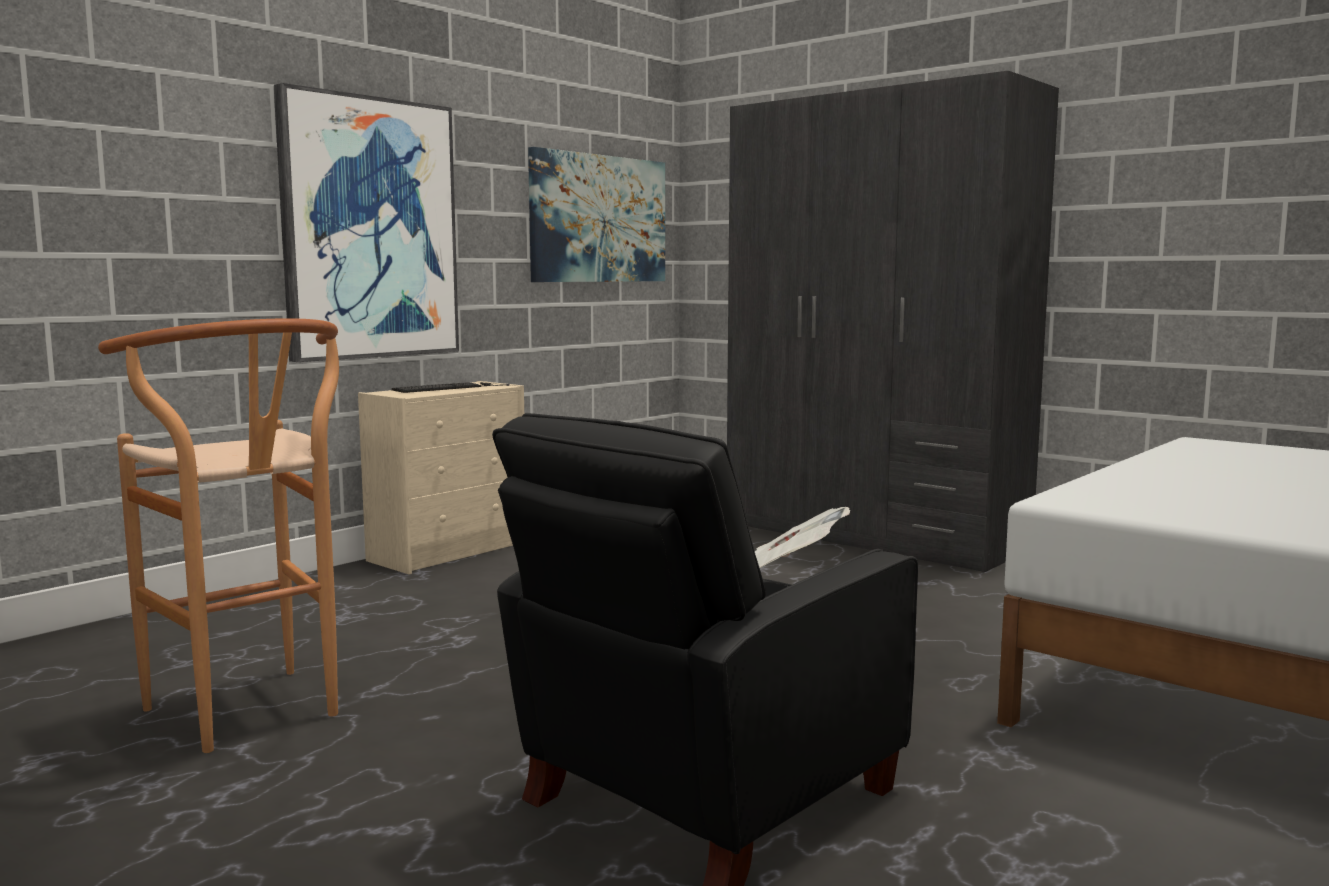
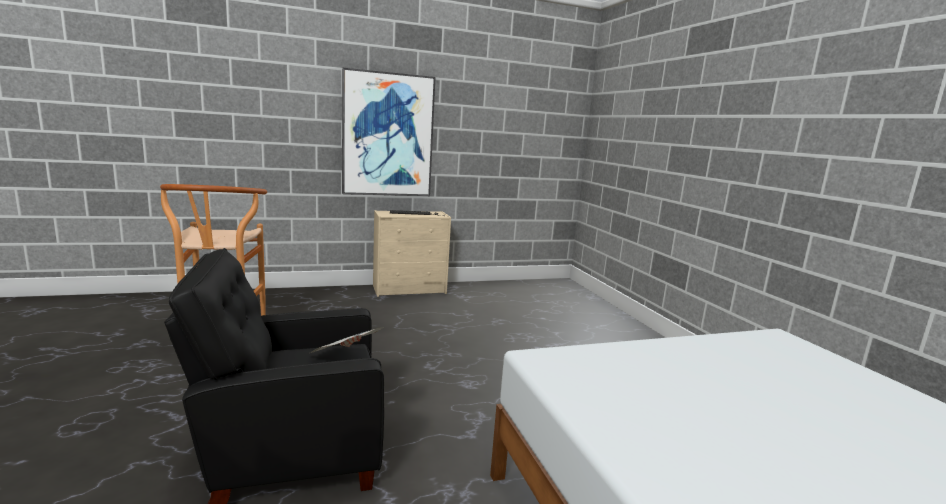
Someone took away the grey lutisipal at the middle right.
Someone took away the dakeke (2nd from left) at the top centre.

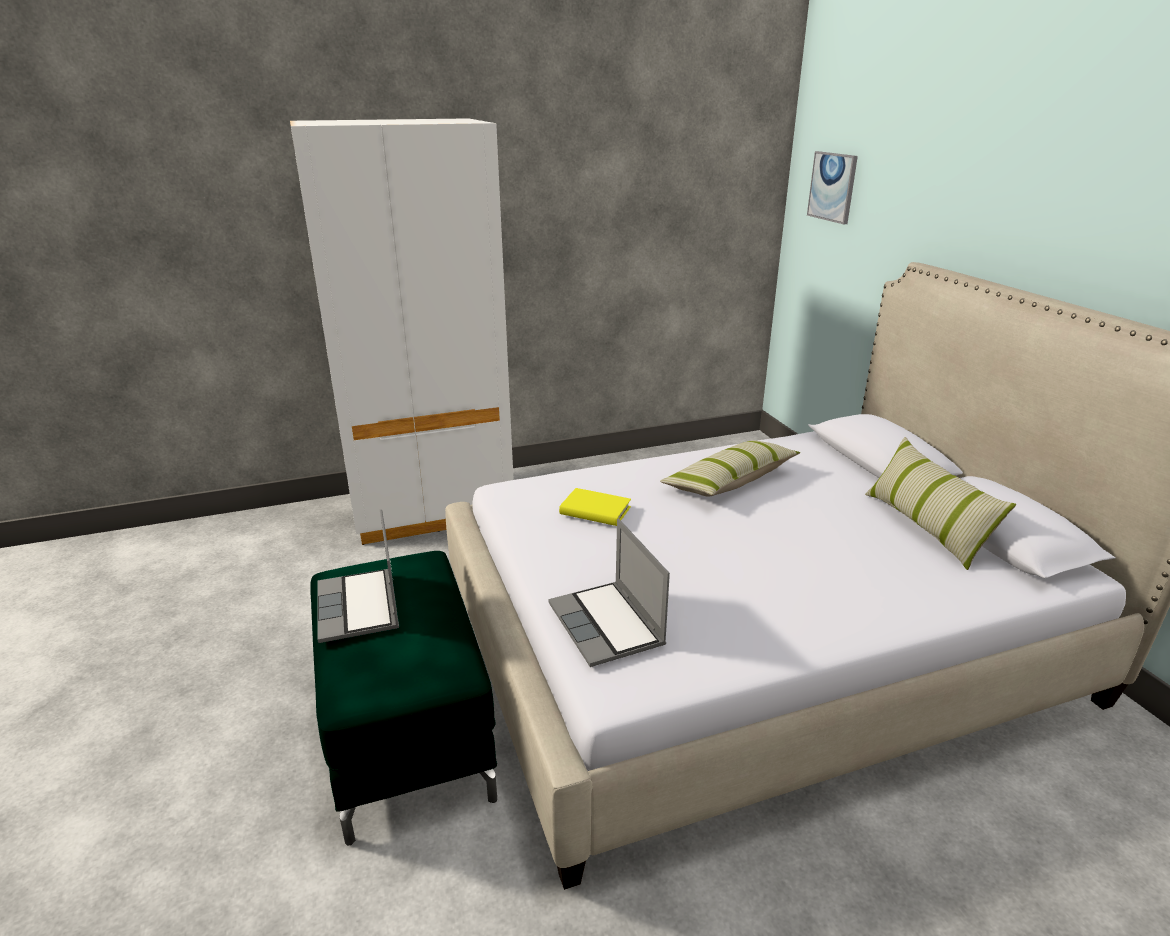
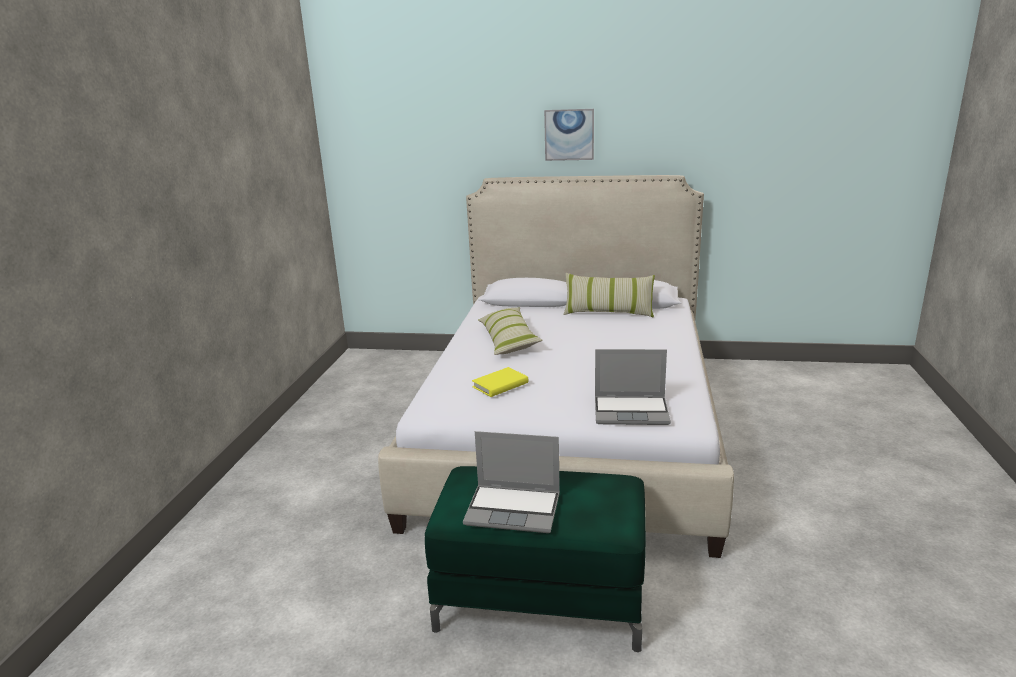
Someone took away the white lutisipal at the centre.
Someone carried the dakeke from the top right to the top centre.

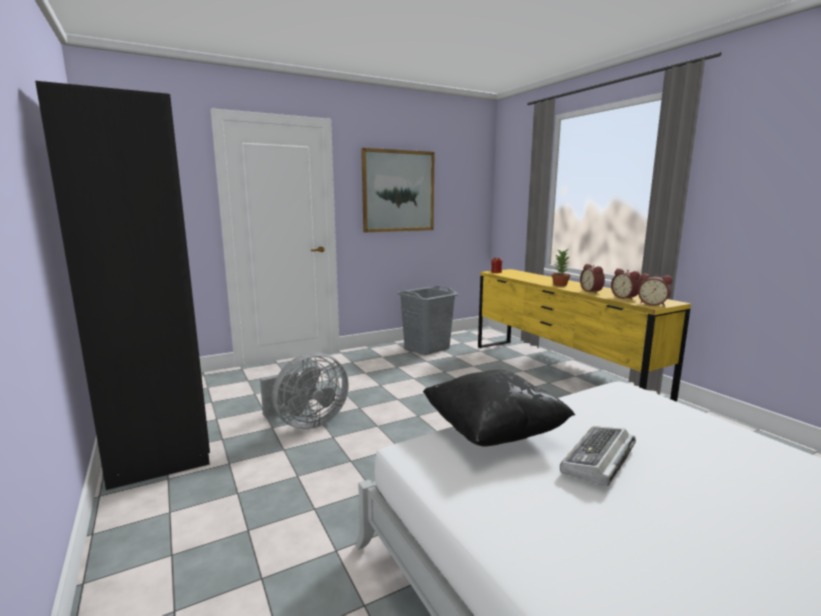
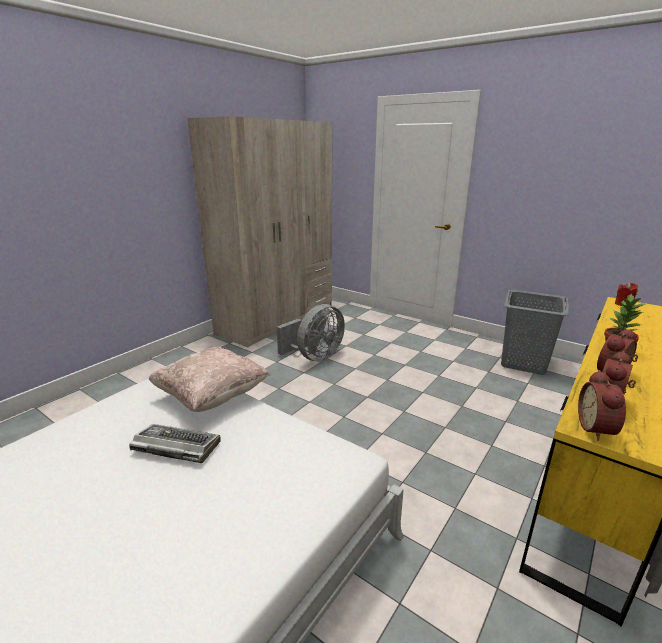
Someone repainted the black lutisipal at the middle left, which became the beige lutisipal at the centre.
Someone took away the dakeke at the top centre.
Someone rotated the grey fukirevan at the centre by 75 degrees counterclockwise.
Someone repainted the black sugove at the centre, which became the beige sugove at the middle left.

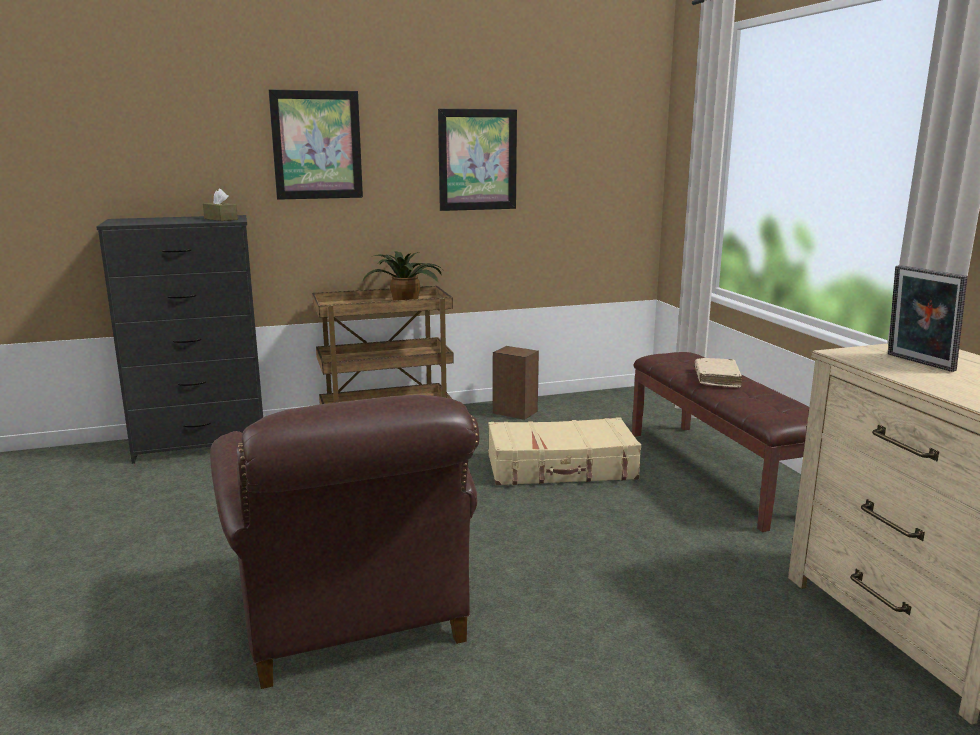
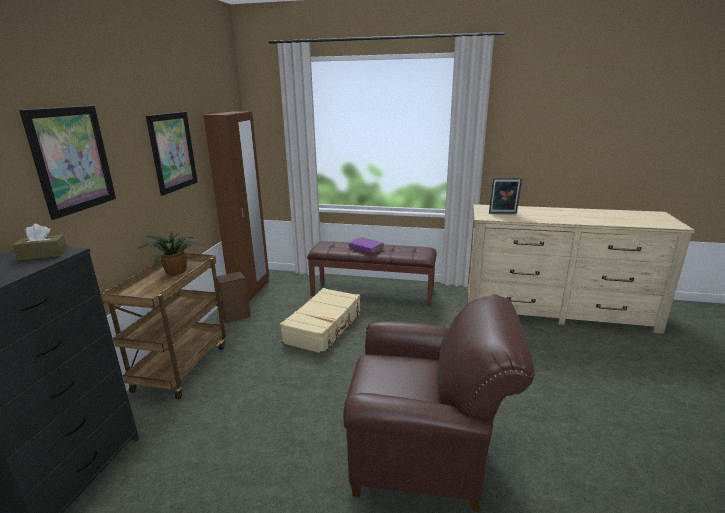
Someone repainted the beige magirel at the middle right, which became the purple magirel at the centre.
Someone put down the brown lutisipal at the middle left.

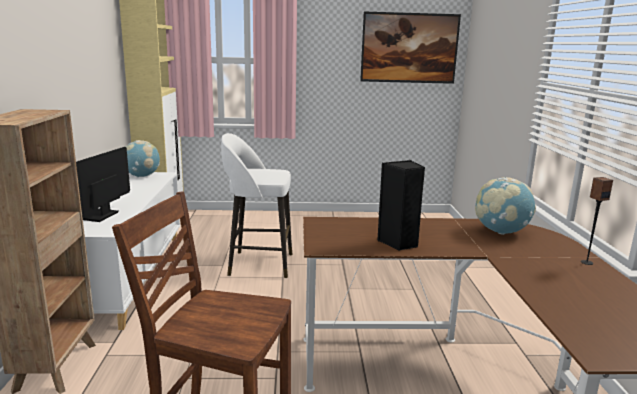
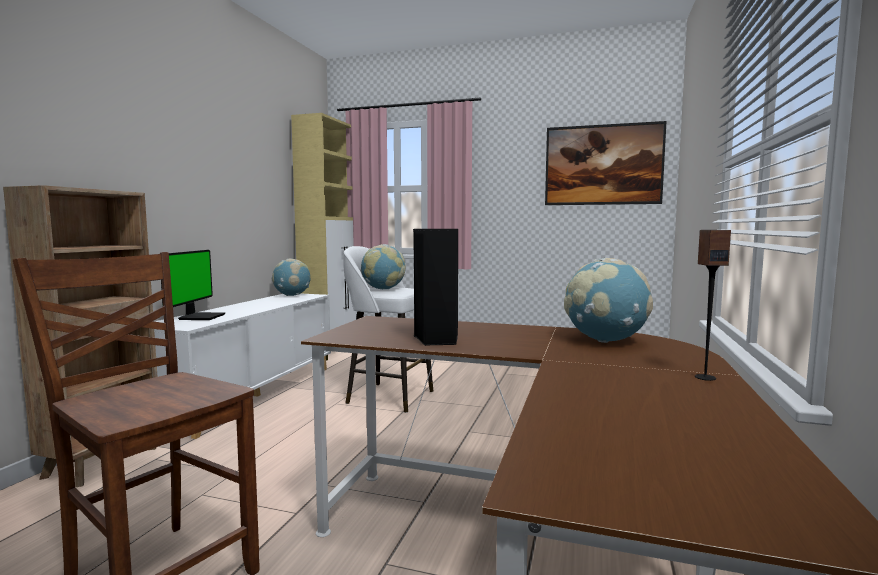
Someone rotated the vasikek at the middle left by 150 degrees clockwise.
Someone put down the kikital (2nd from left) at the centre.

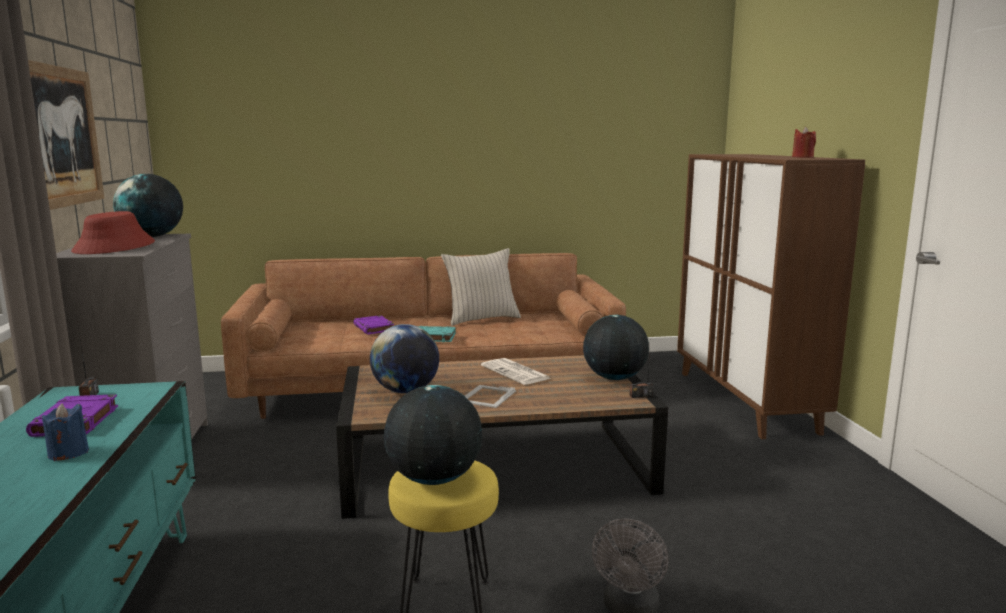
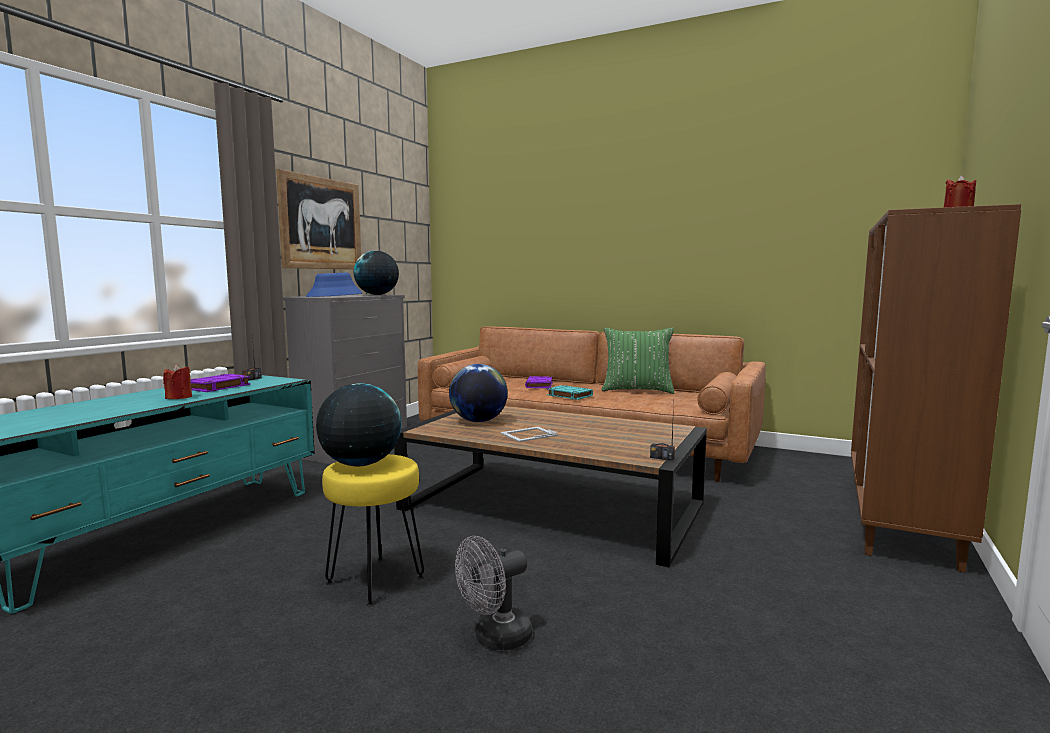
Someone repainted the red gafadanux at the middle left, which became the blue gafadanux at the middle left.
Someone repainted the beige sugove at the centre, which became the green sugove at the centre.
Someone took away the kikital (4th from left) at the centre.
Someone took away the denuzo at the centre.
Someone repainted the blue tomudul at the bottom left, which became the red tomudul (1st from left) at the middle left.

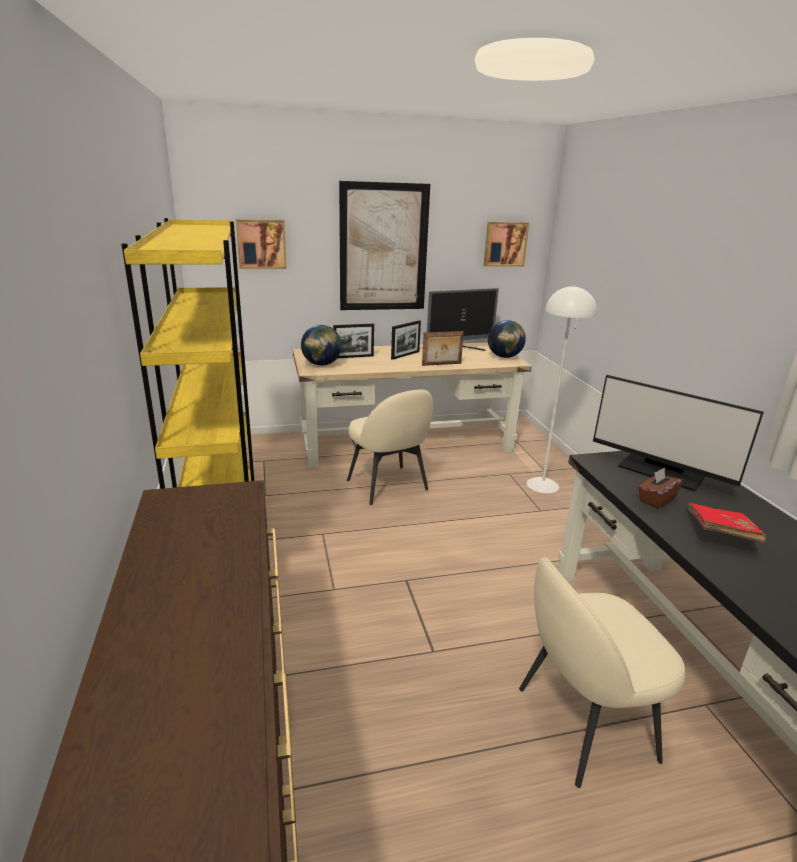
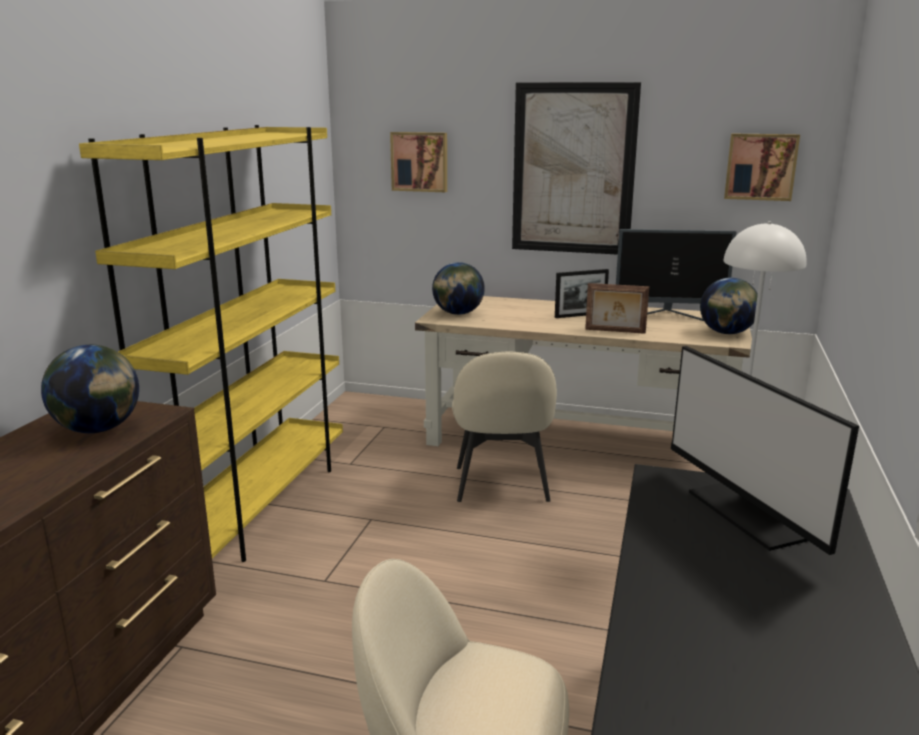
Someone took away the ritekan (1st from left) at the centre.
Someone took away the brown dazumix at the middle right.
Someone took away the red magirel at the middle right.
Someone put down the kikital (1st from left) at the middle left.

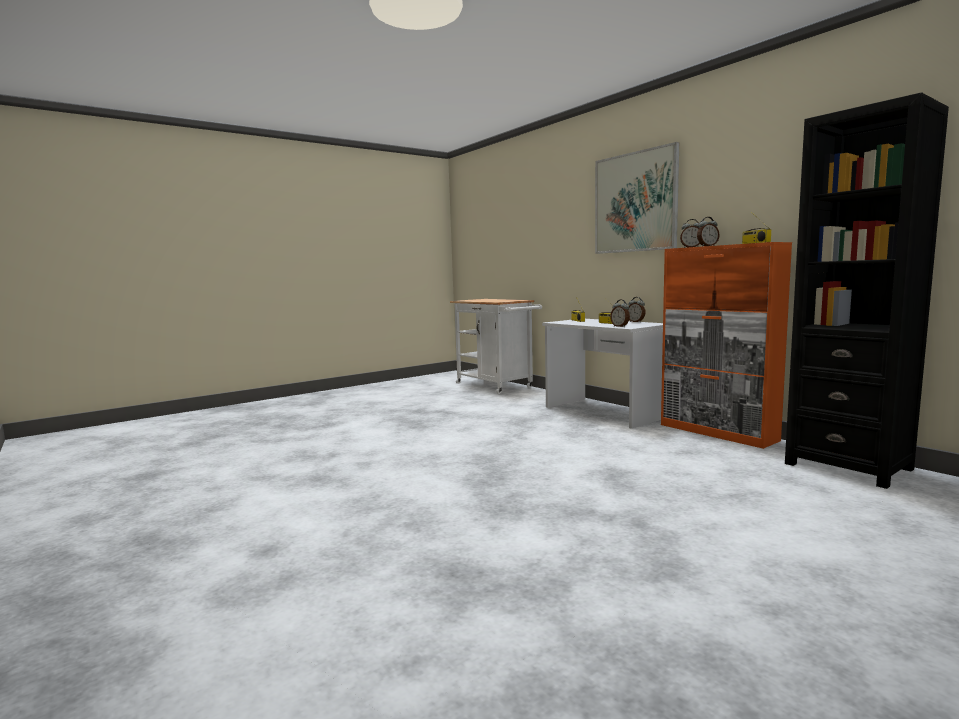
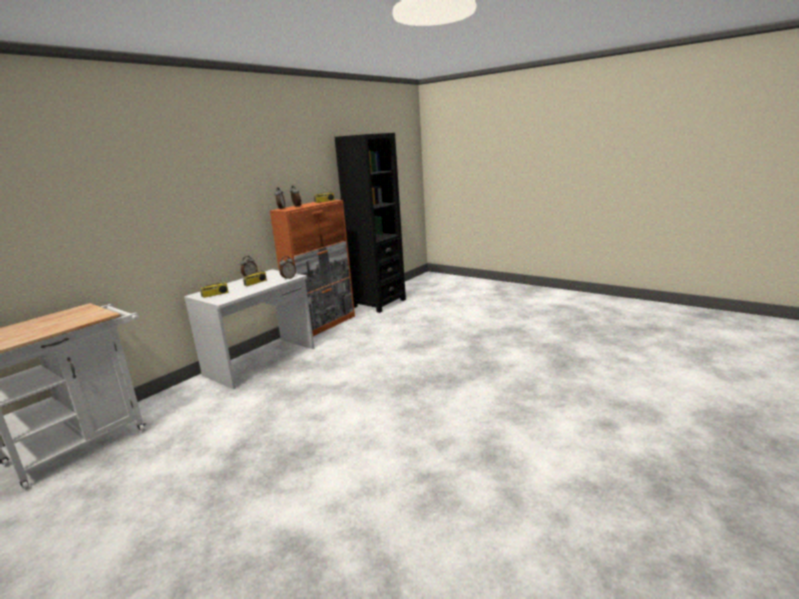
Someone took away the dakeke at the top centre.

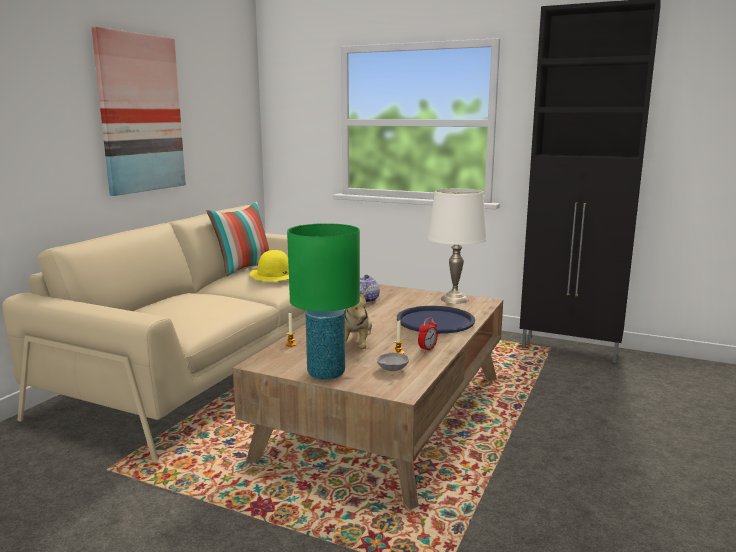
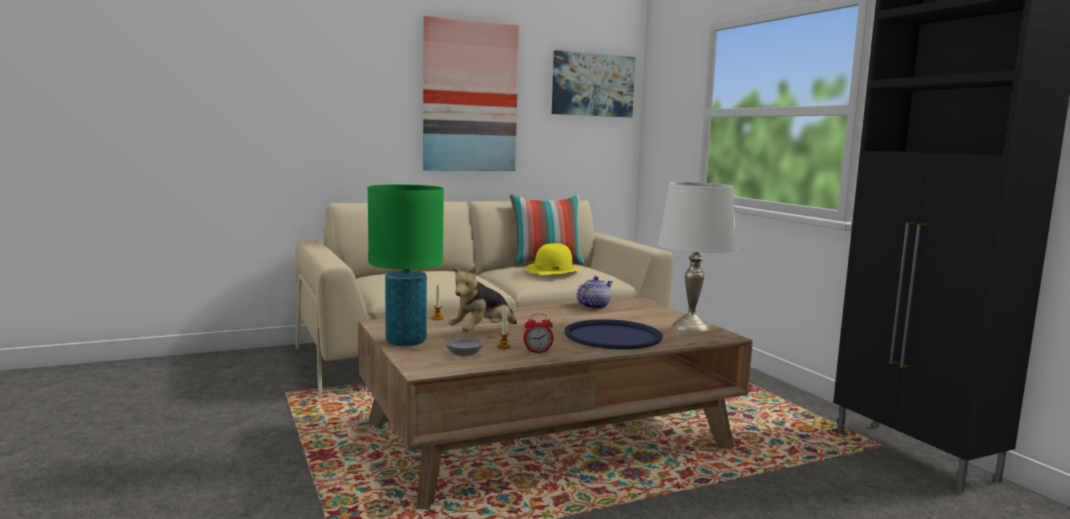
Someone put up the dakeke (2nd from left) at the top centre.

